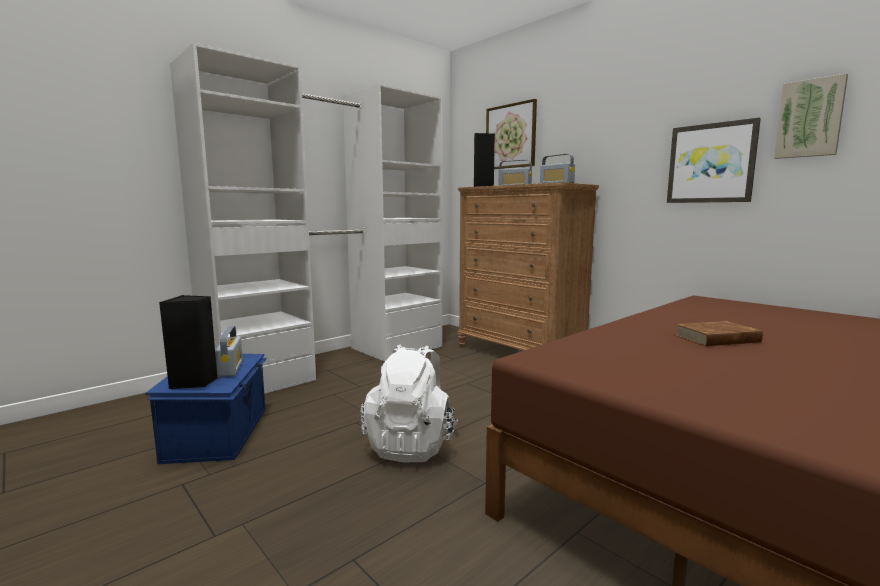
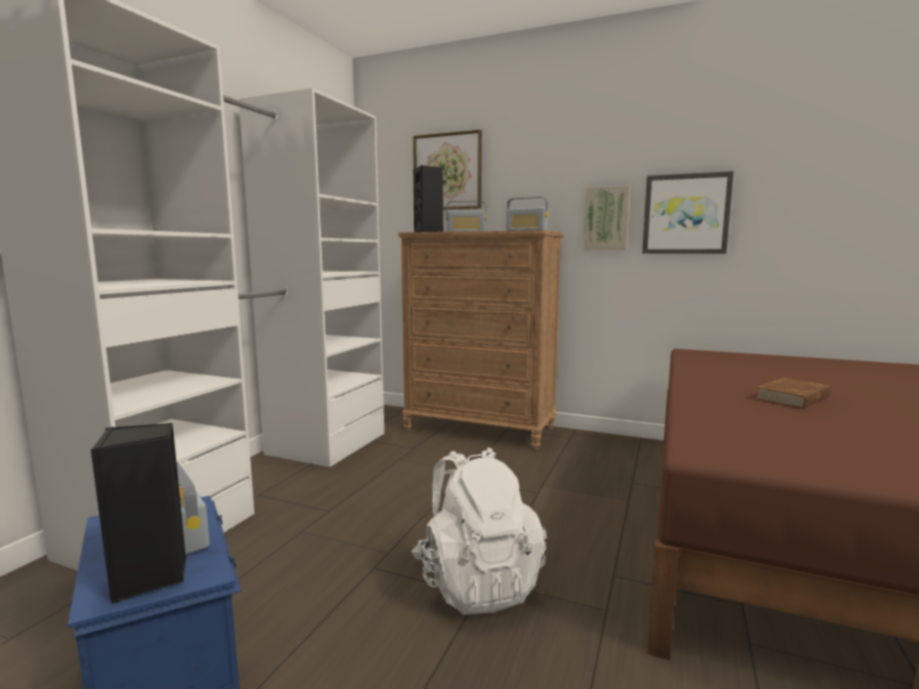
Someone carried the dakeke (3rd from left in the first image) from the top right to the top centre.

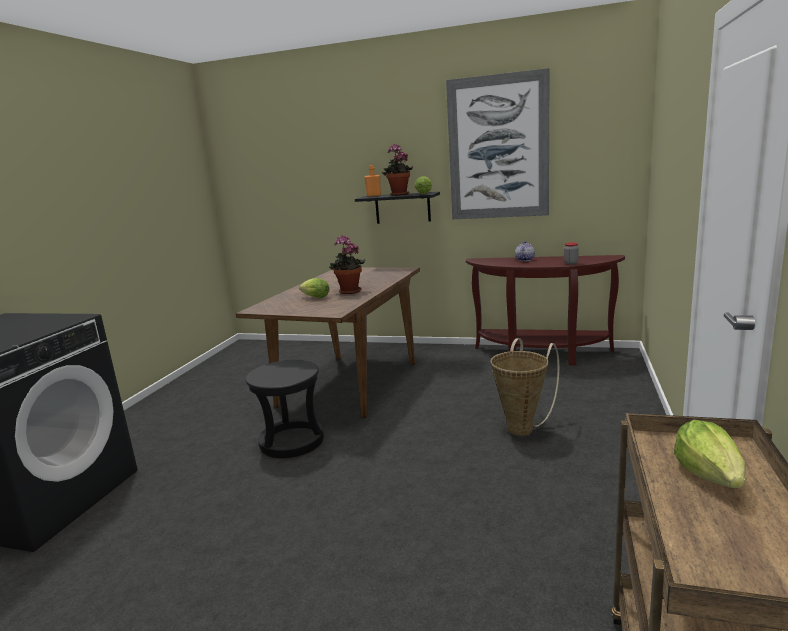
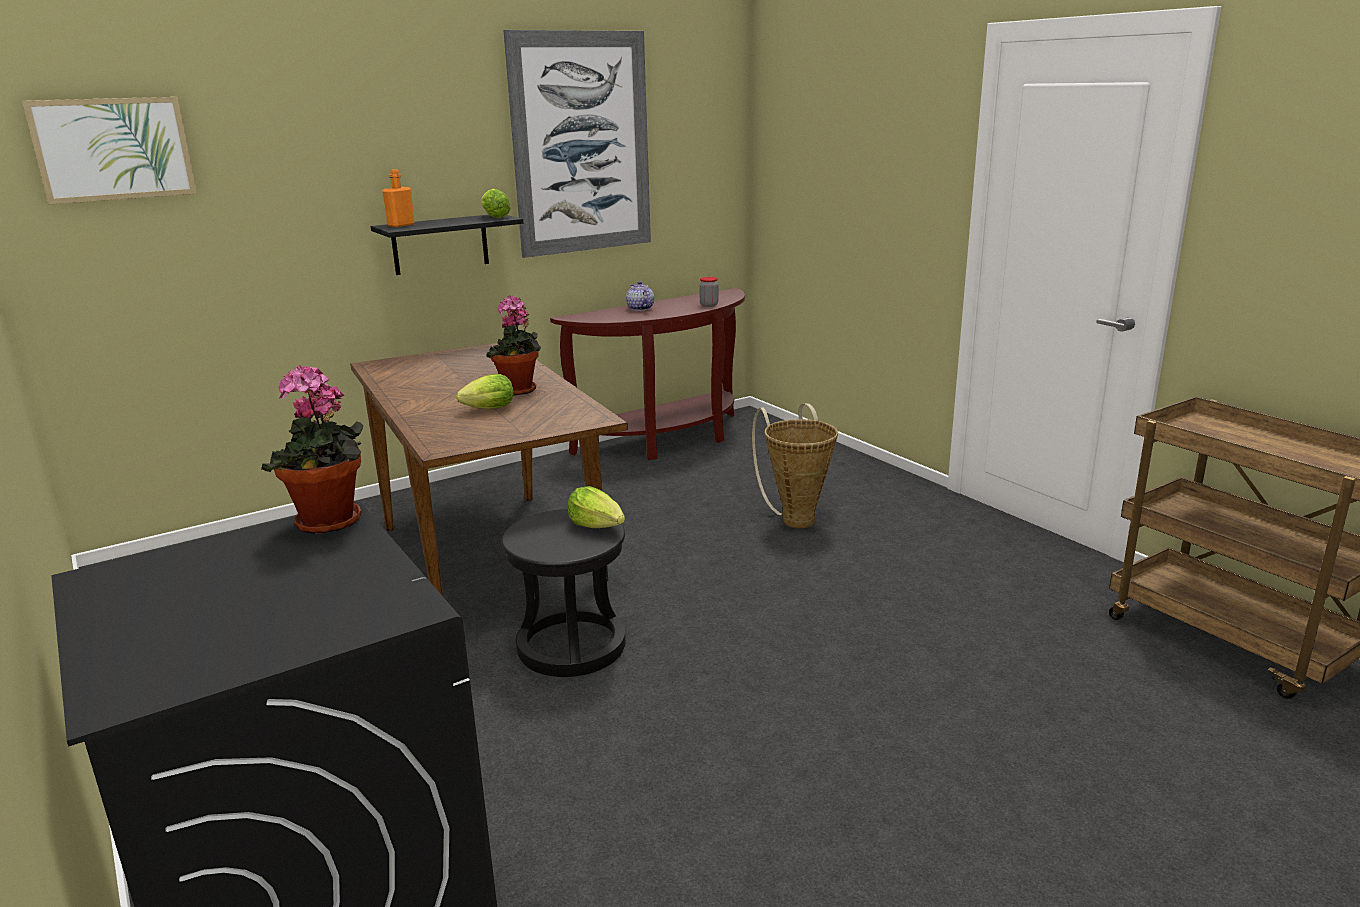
Someone carried the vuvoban (2nd from left in the first image) from the top centre to the middle left.
Someone carried the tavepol (3rd from left) from the bottom right to the centre.
Someone put up the dakeke (1st from left) at the top left.

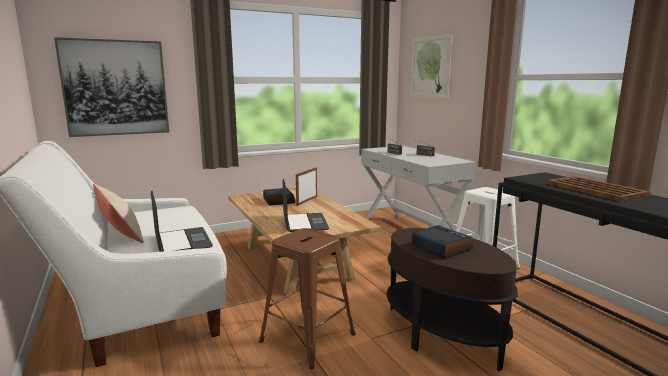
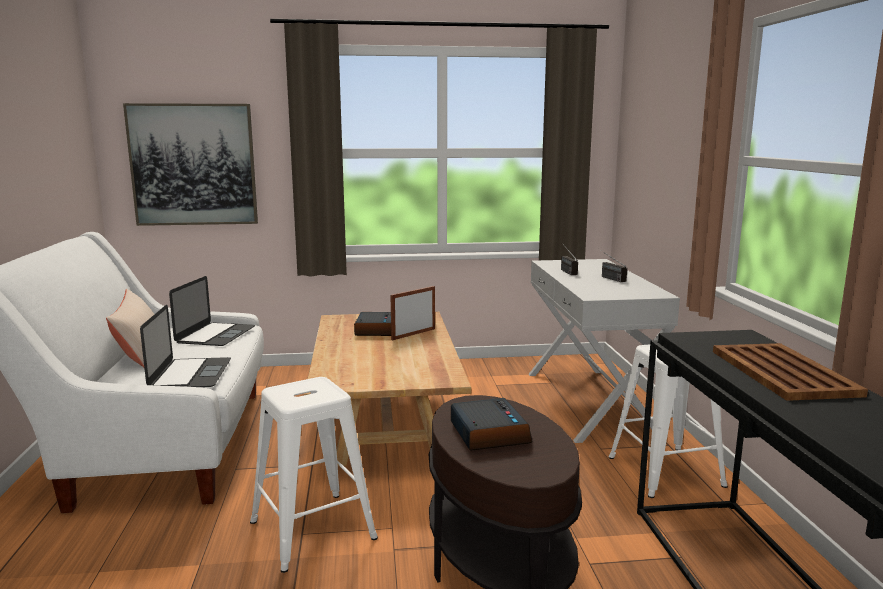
Someone took away the dakeke (2nd from left) at the top centre.
Someone carried the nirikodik (2nd from left) from the centre to the middle left.
Someone repainted the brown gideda at the bottom centre, which became the white gideda (1st from left) at the bottom centre.

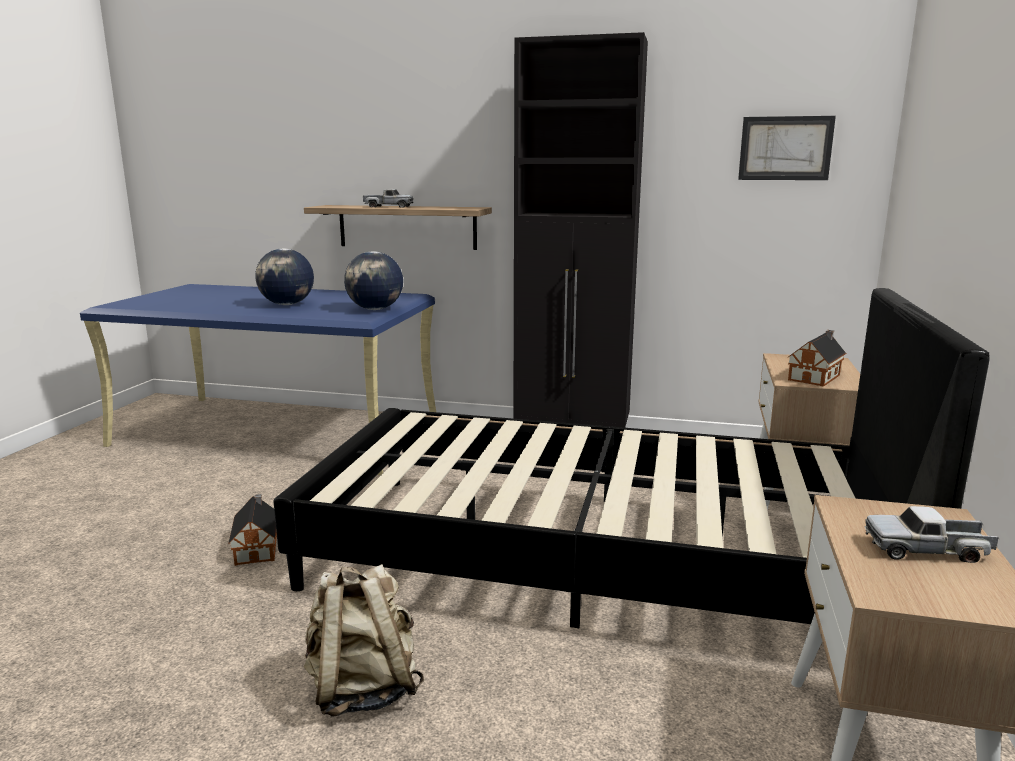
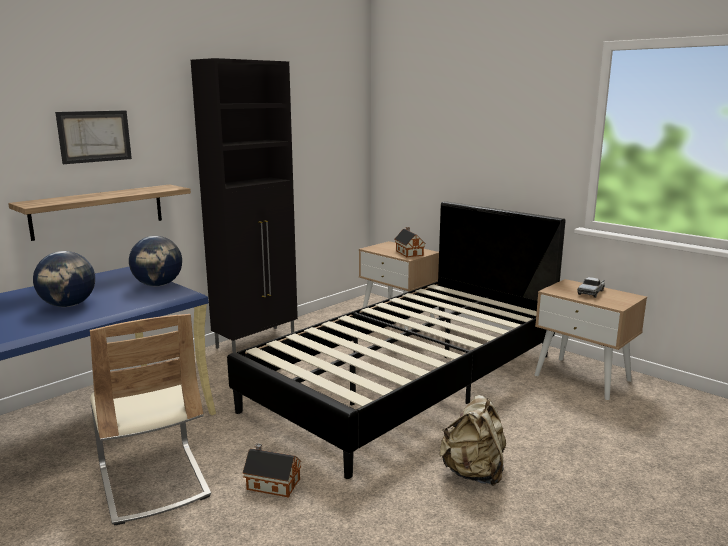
Someone carried the dakeke from the top right to the top left.
Someone took away the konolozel (1st from left) at the top centre.
Someone put down the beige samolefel at the bottom left.

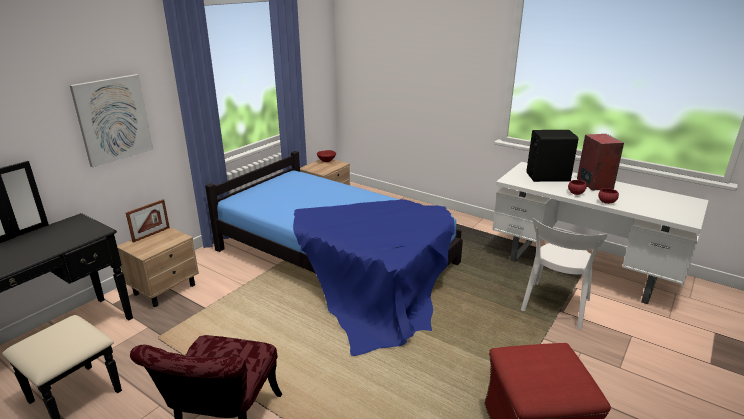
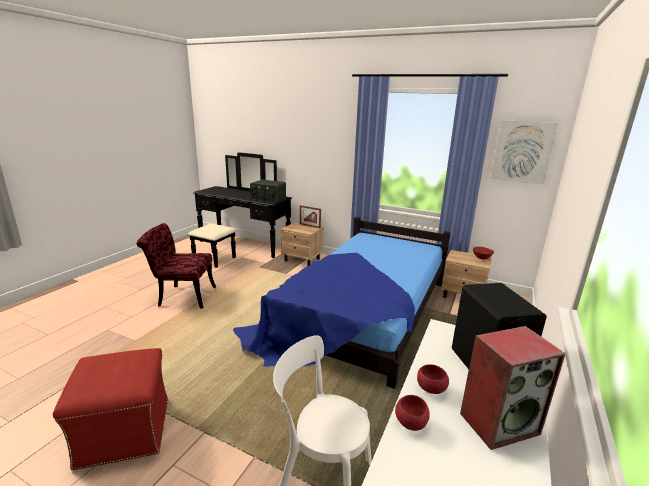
Someone carried the dakeke from the top left to the top right.
Someone put down the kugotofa at the centre.

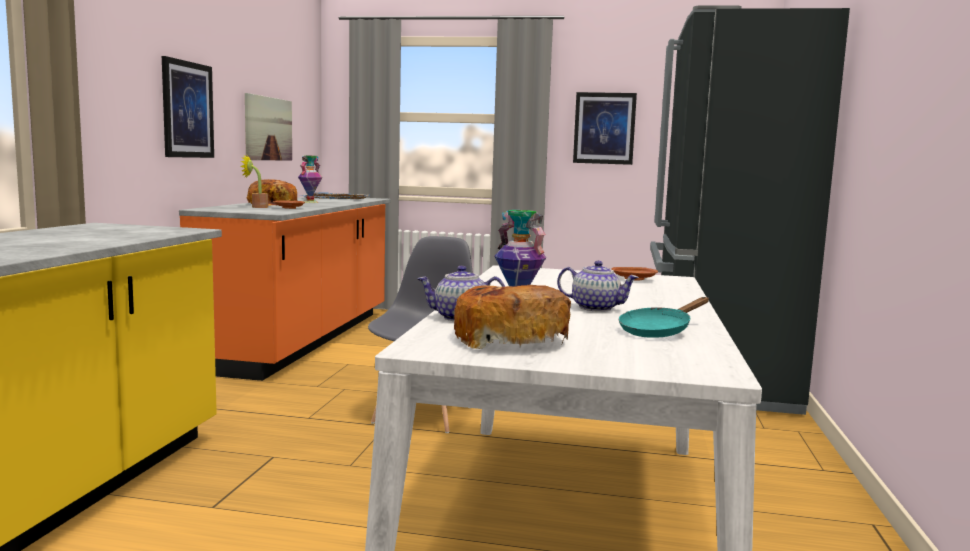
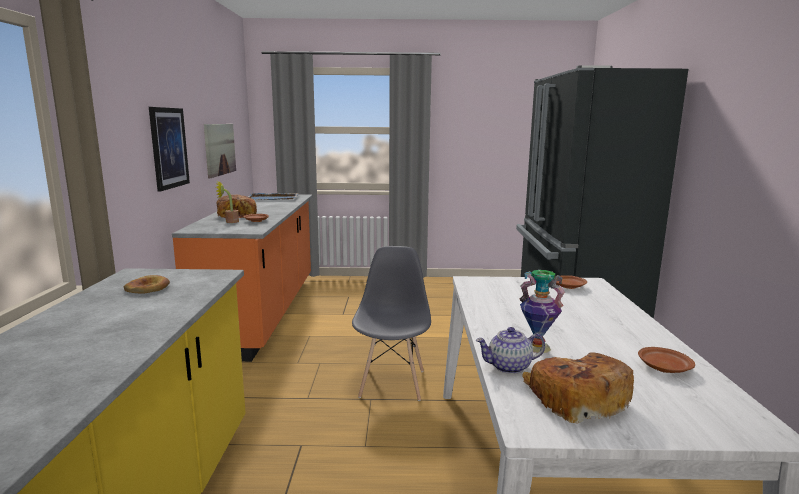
Someone took away the dakeke (3rd from left) at the top centre.
Someone took away the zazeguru (1st from left) at the top left.
Someone took away the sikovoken (2nd from left) at the centre.
Someone swapped the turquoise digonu at the middle right for the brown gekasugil (3rd from left) at the bottom right.
Someone put down the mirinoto (1st from left) at the middle left.

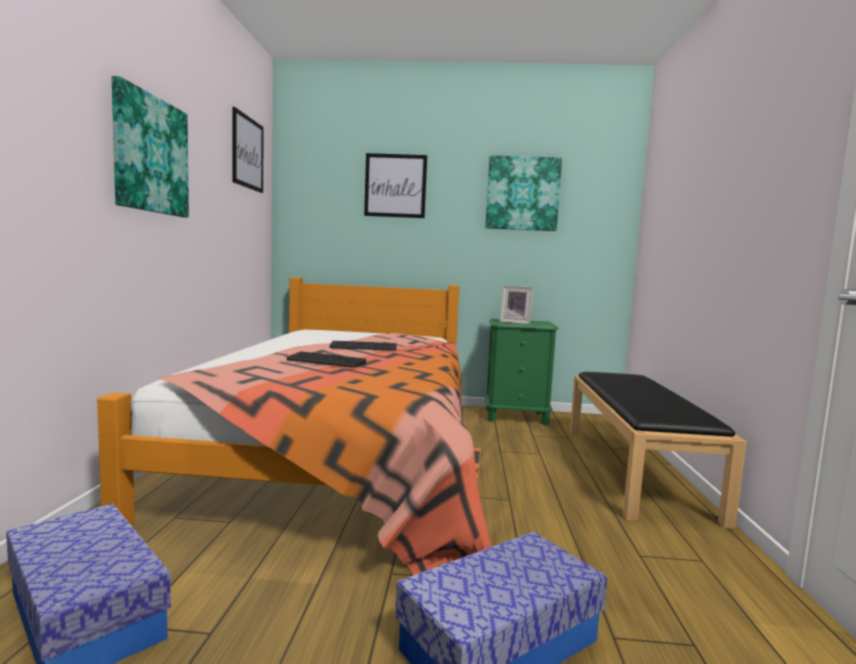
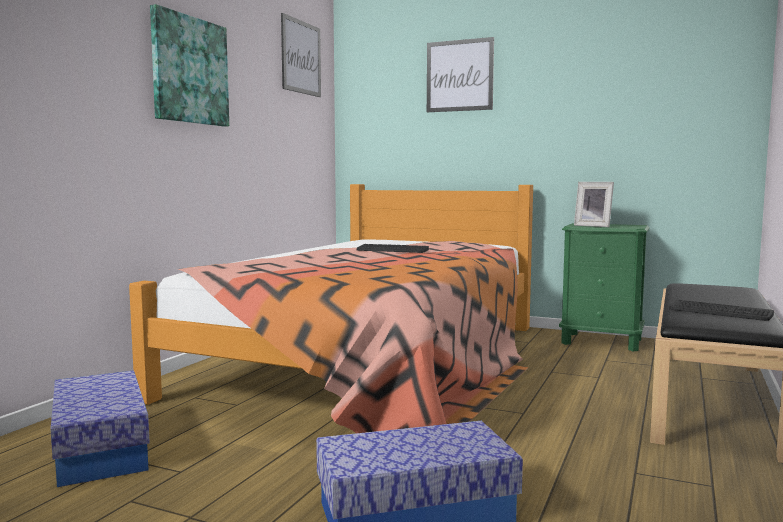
Someone took away the dakeke (4th from left) at the top centre.
Someone carried the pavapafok (1st from left in the first image) from the centre to the middle right.

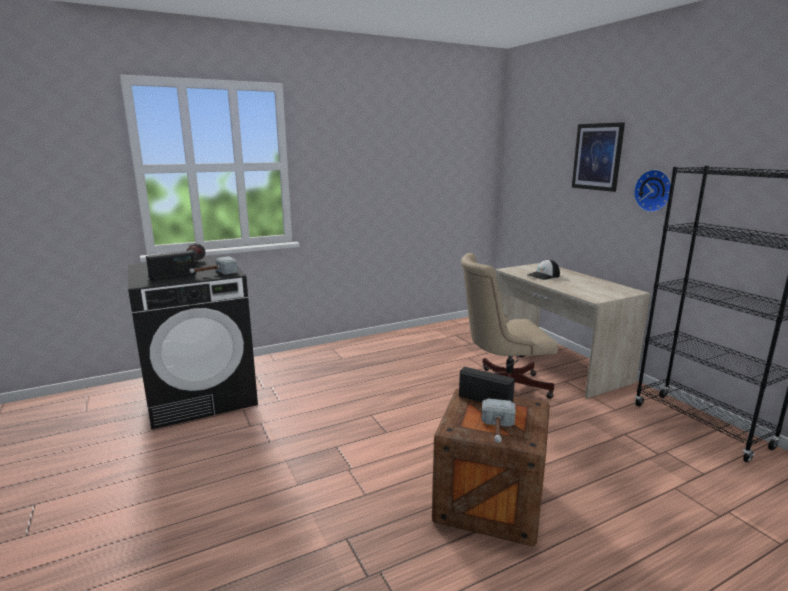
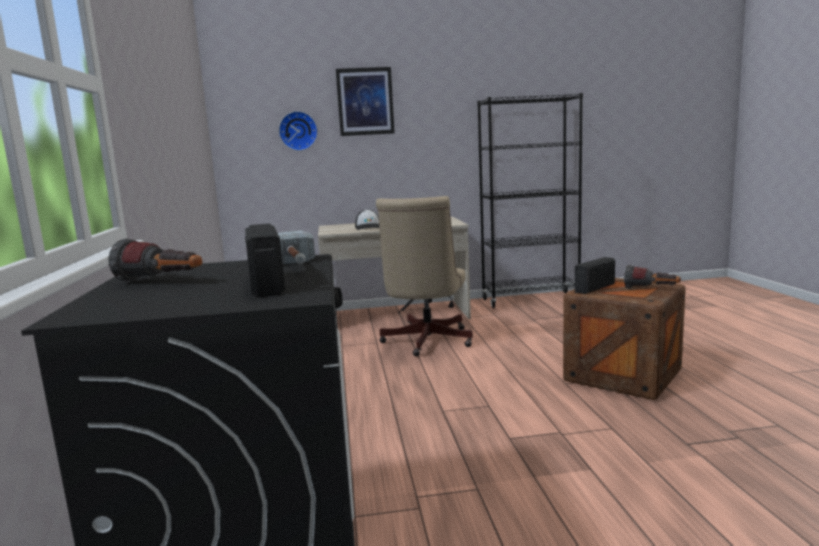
Someone carried the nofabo from the top right to the top centre.
Someone swapped the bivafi (2nd from left) at the bottom centre for the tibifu (2nd from left) at the middle right.

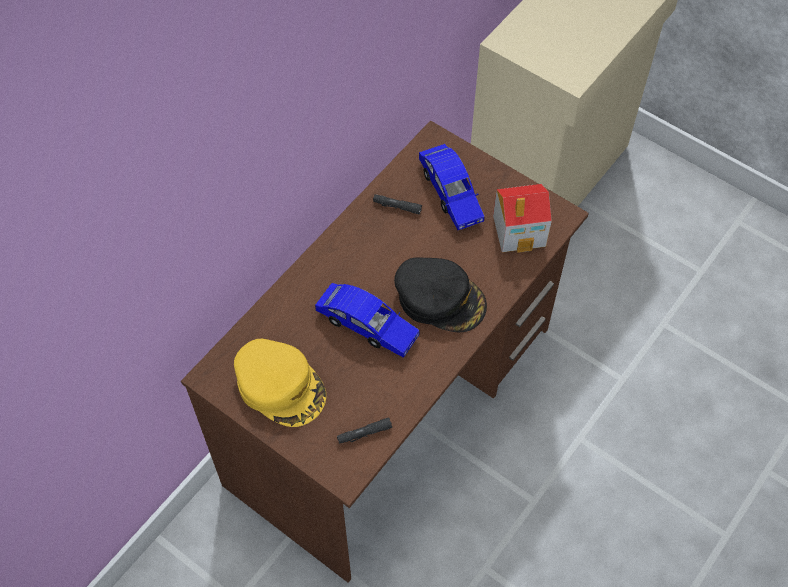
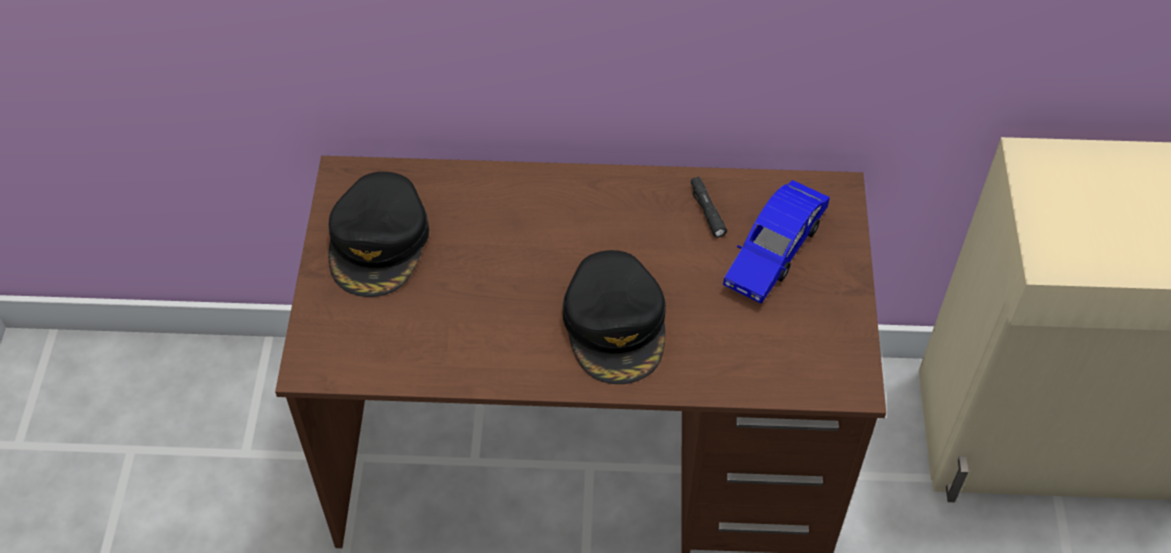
Someone took away the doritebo at the centre.
Someone took away the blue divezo (1st from left) at the centre.
Someone repainted the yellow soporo at the centre, which became the black soporo (1st from left) at the middle left.
Someone took away the black tibifu (1st from left) at the bottom centre.

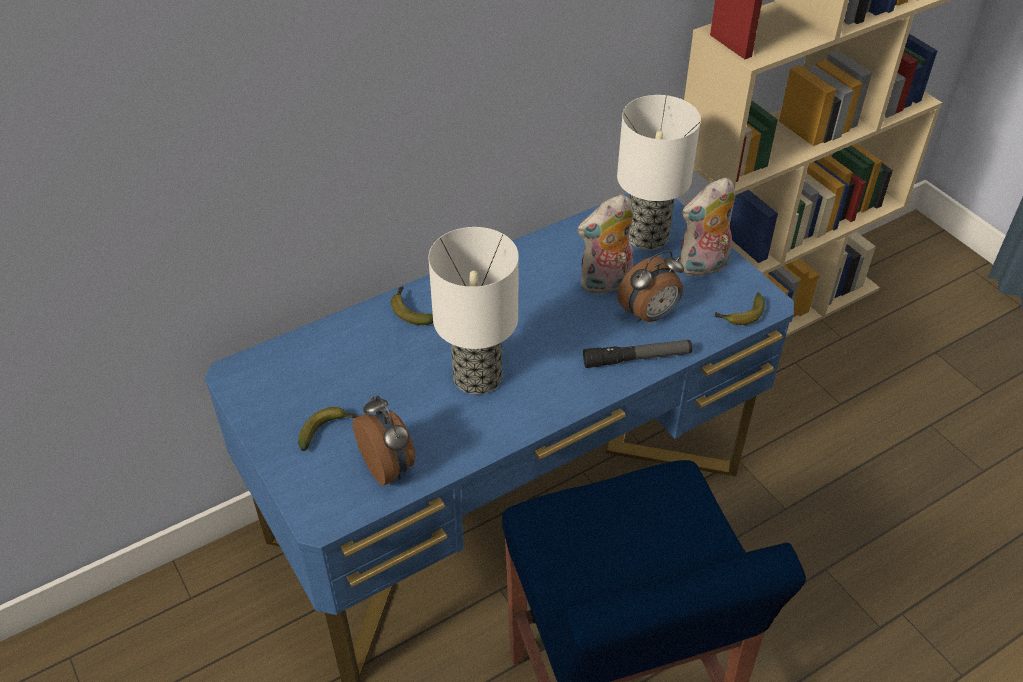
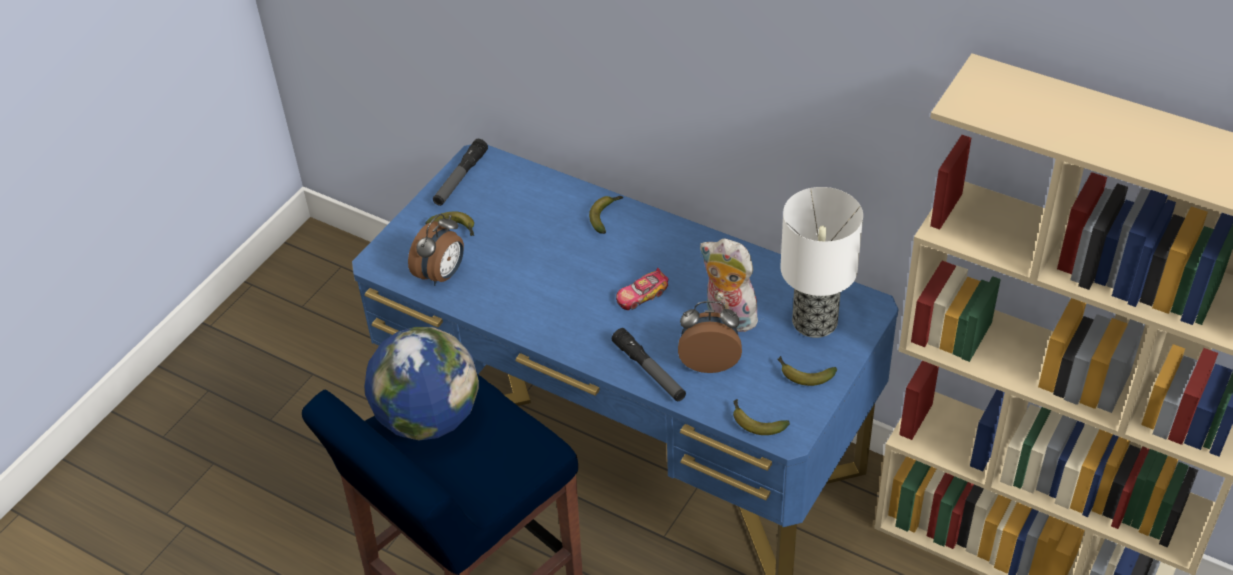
Someone swapped the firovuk (2nd from left) at the top right for the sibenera (4th from left) at the centre.
Someone took away the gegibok (1st from left) at the centre.
Someone rotated the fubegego (2nd from left) at the centre by 150 degrees clockwise.
Someone put down the tibifu (1st from left) at the top centre.
Someone put down the divezo at the centre.
Someone put down the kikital at the centre.

